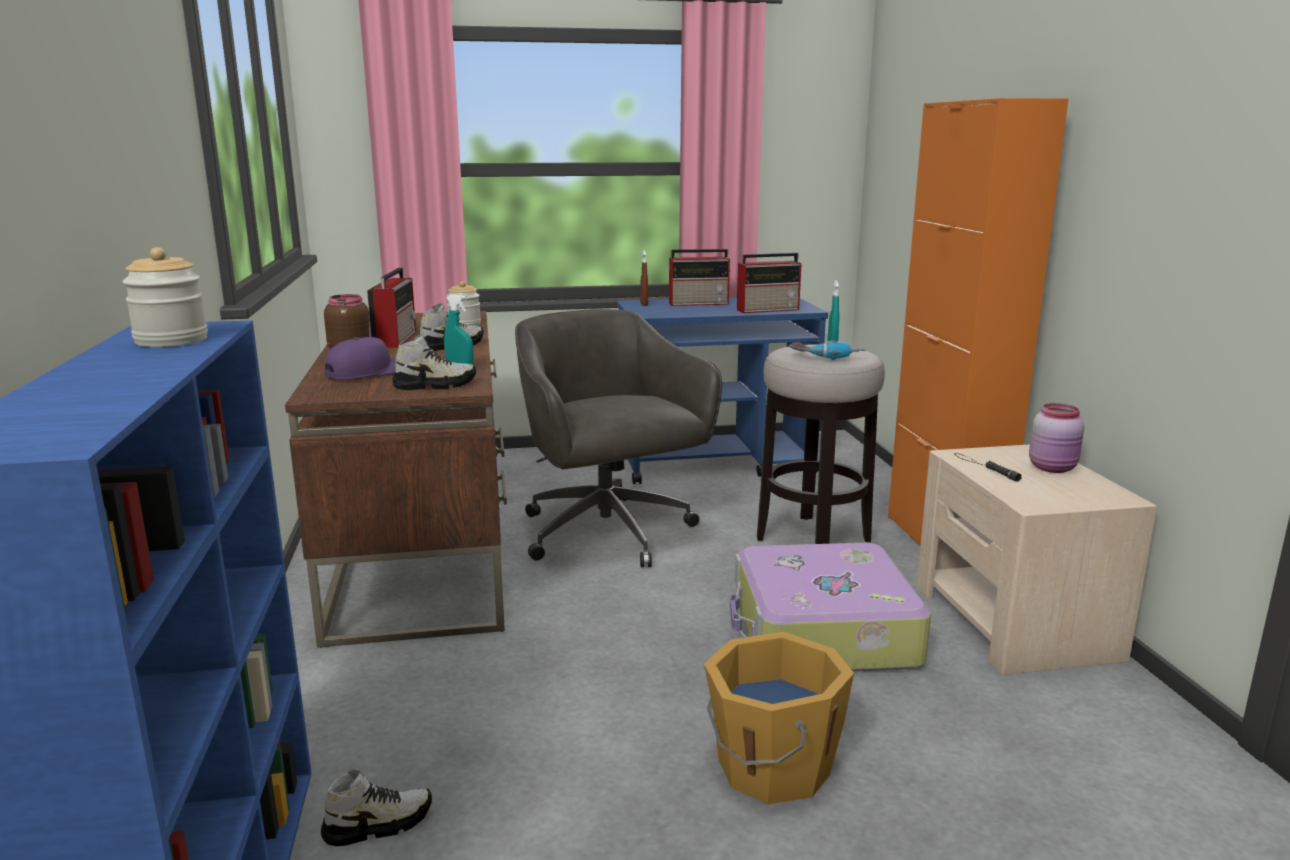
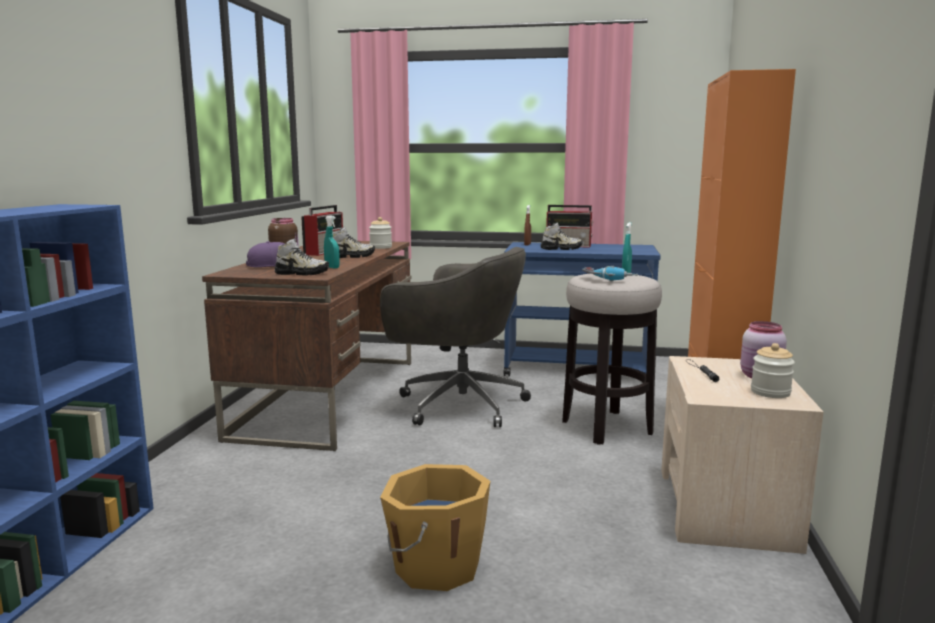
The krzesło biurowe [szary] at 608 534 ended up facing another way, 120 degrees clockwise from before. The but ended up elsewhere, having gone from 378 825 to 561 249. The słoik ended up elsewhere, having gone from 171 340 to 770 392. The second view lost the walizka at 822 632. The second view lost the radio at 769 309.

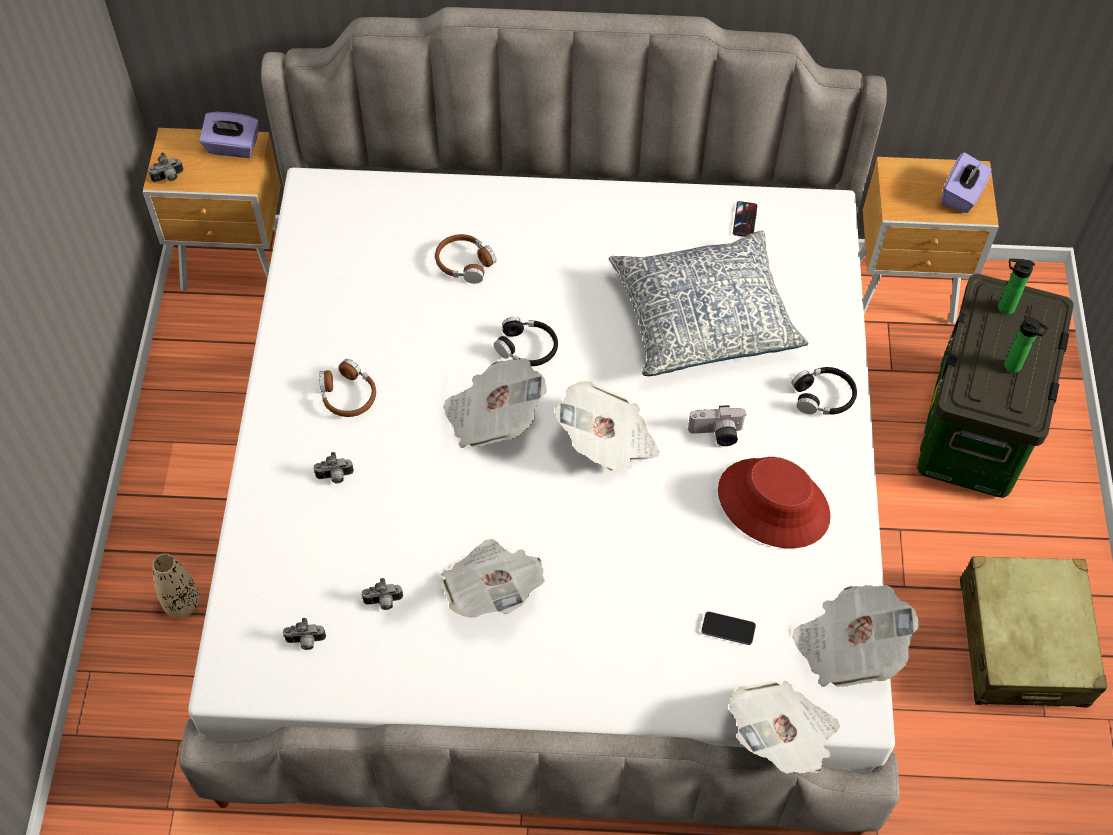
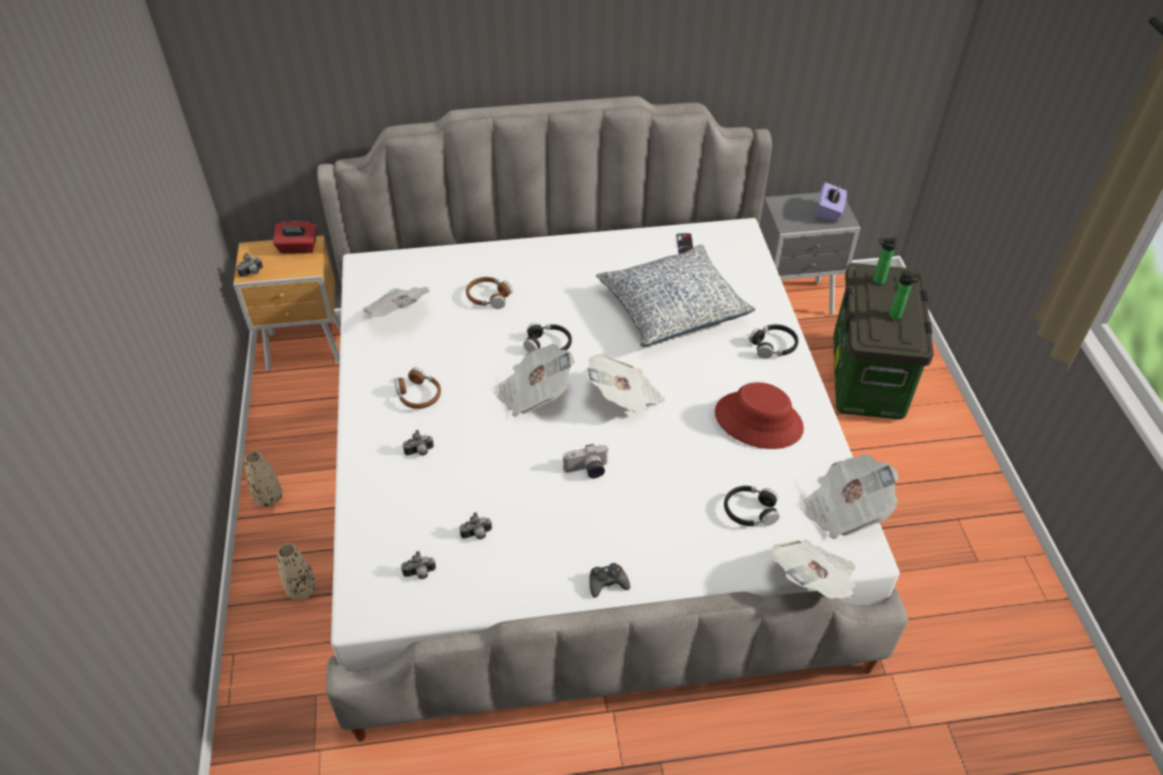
The second view gained the wazon [beżowy] at 269 498. What was the pudełko chusteczek [fioletowy] at 232 147 turned into the pudełko chusteczek [czerwony] at 298 248. The gazeta ended up elsewhere, having gone from 492 589 to 398 314. The aparat fotograficzny ended up elsewhere, having gone from 716 435 to 587 470. The second view gained the pad do gier [czarny] at 607 583. Where the telefon stood at 728 629, the słuchawki [czarny] came to stand at 750 511. What was the szafka nocna [brązowy] at 905 295 turned into the szafka nocna [szary] at 794 302. The second view lost the walizka [beżowy] at 1022 642.

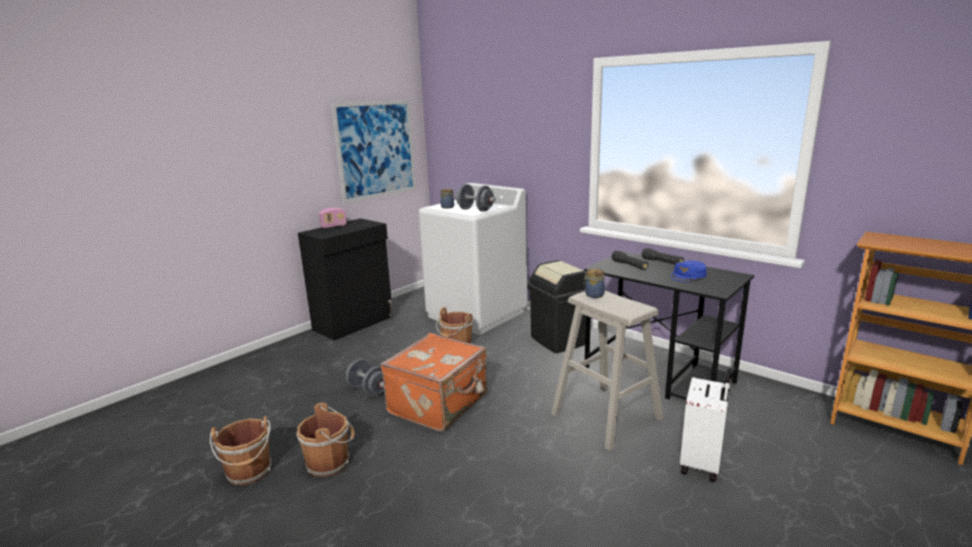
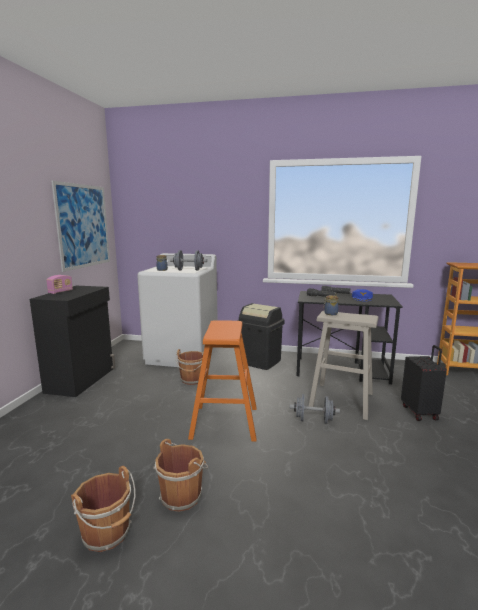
Where the walizka [pomarańczowy] stood at 439 404, the stołek [pomarańczowy] came to stand at 224 422. The hantel [szary] ended up elsewhere, having gone from 368 390 to 313 420. What was the walizka [biały] at 702 464 turned into the walizka [czarny] at 420 412.

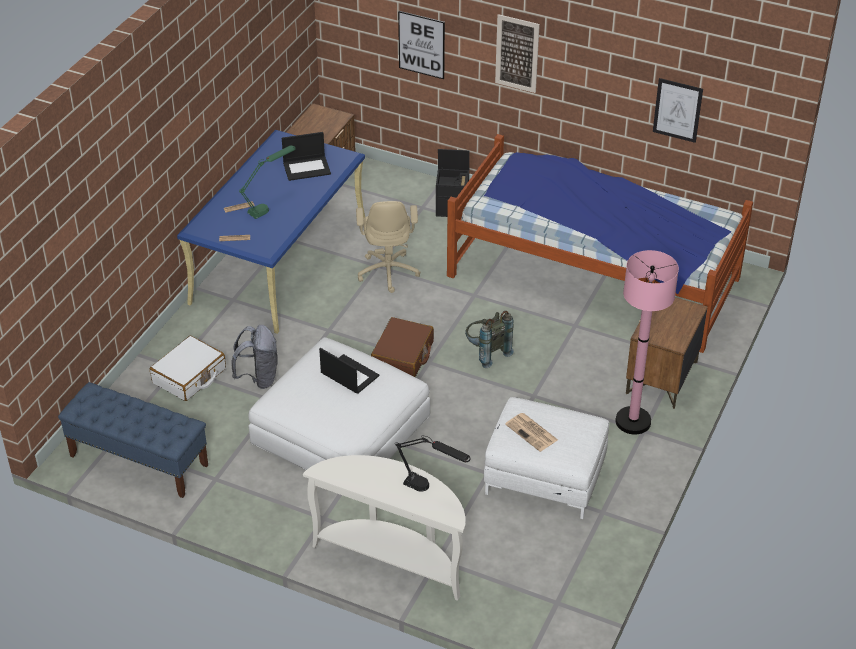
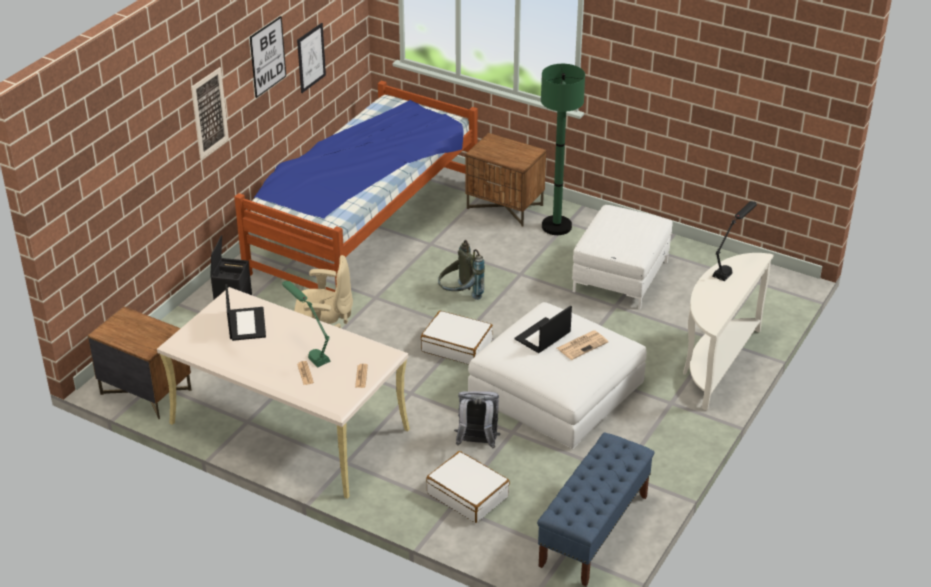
What was the biurko [niebieski] at 279 261 turned into the biurko [beżowy] at 288 426. The obraz ended up elsewhere, having gone from 421 44 to 267 56. What was the walizka [brązowy] at 403 356 turned into the walizka [biały] at 457 346. What was the lampa stojąca [różowy] at 633 421 turned into the lampa stojąca [zielony] at 556 226. The gazeta ended up elsewhere, having gone from 532 432 to 582 345.

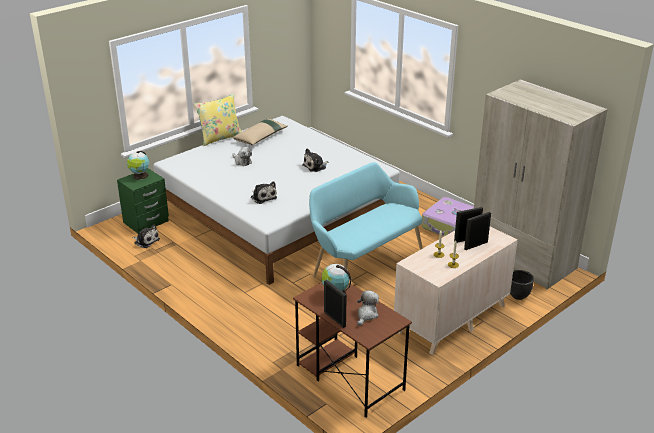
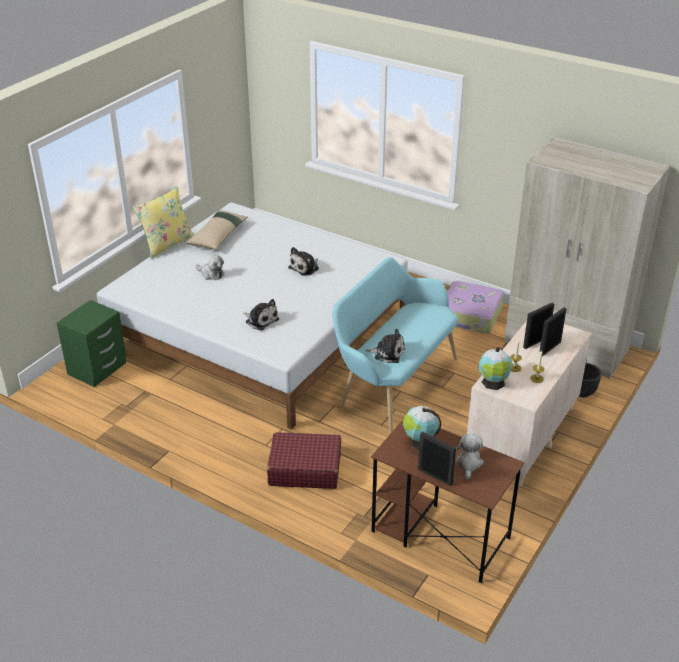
The second view gained the walizka [czerwony] at 304 469. The pluszak ended up elsewhere, having gone from 146 241 to 387 353. The globus ended up elsewhere, having gone from 140 176 to 493 383.

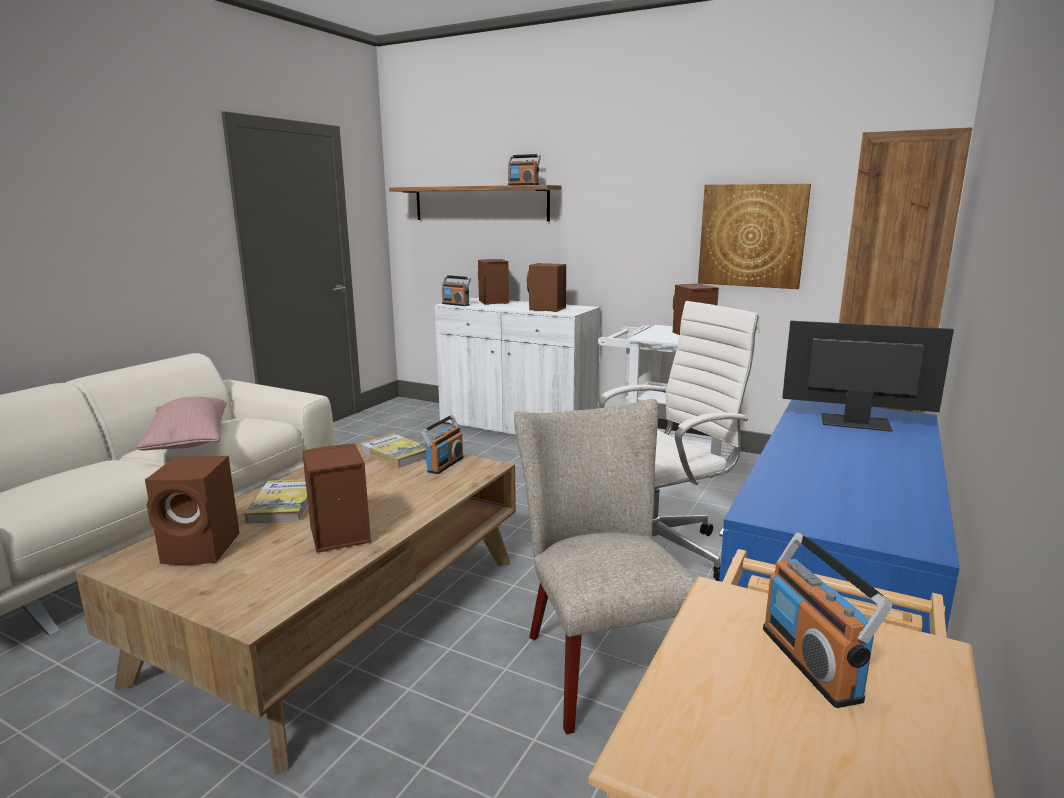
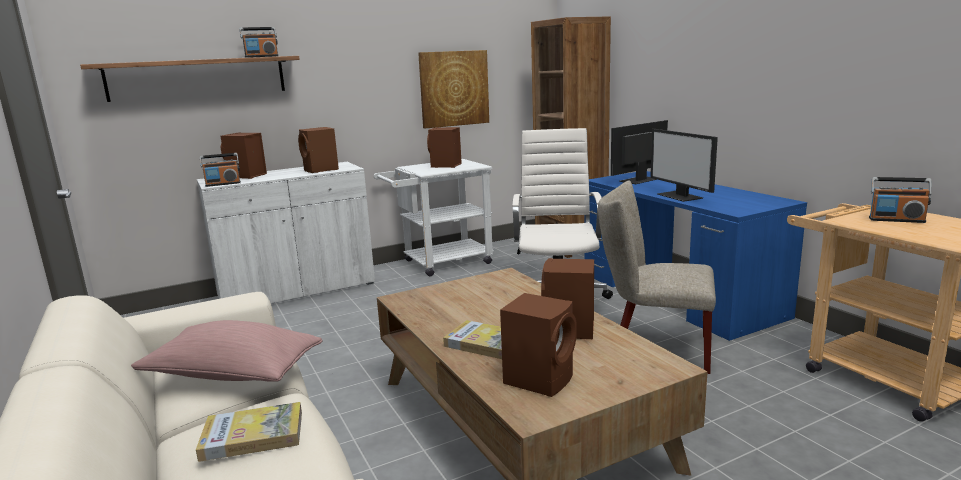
The książka ended up elsewhere, having gone from 395 454 to 253 435. The second view gained the monitor at 680 196. The second view lost the radio at 445 464.

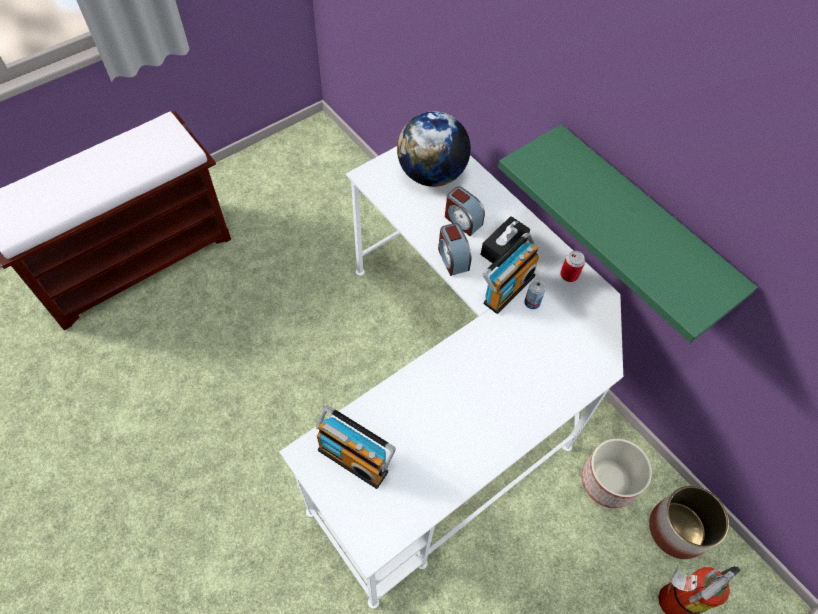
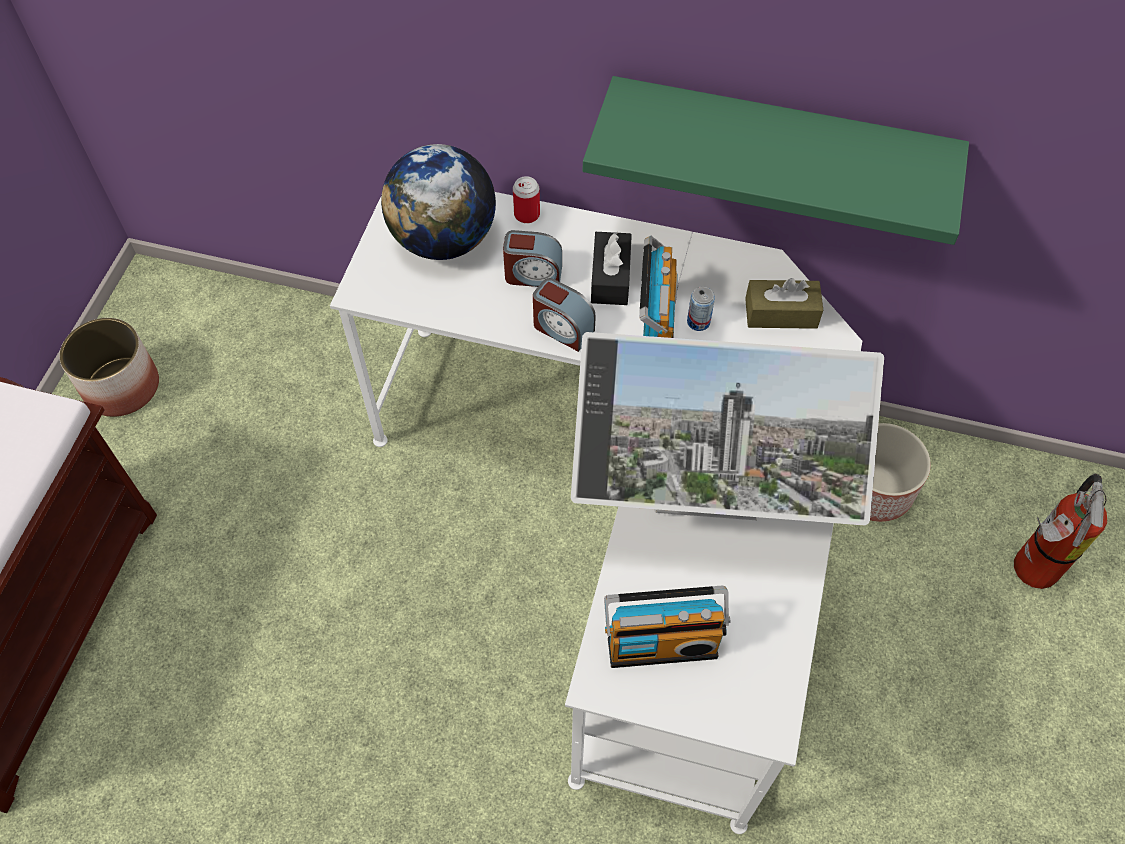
The donica ended up elsewhere, having gone from 677 528 to 122 386. The puszka ended up elsewhere, having gone from 569 275 to 527 214. The second view gained the monitor at 705 508. The second view gained the pudełko chusteczek [brązowy] at 781 313.

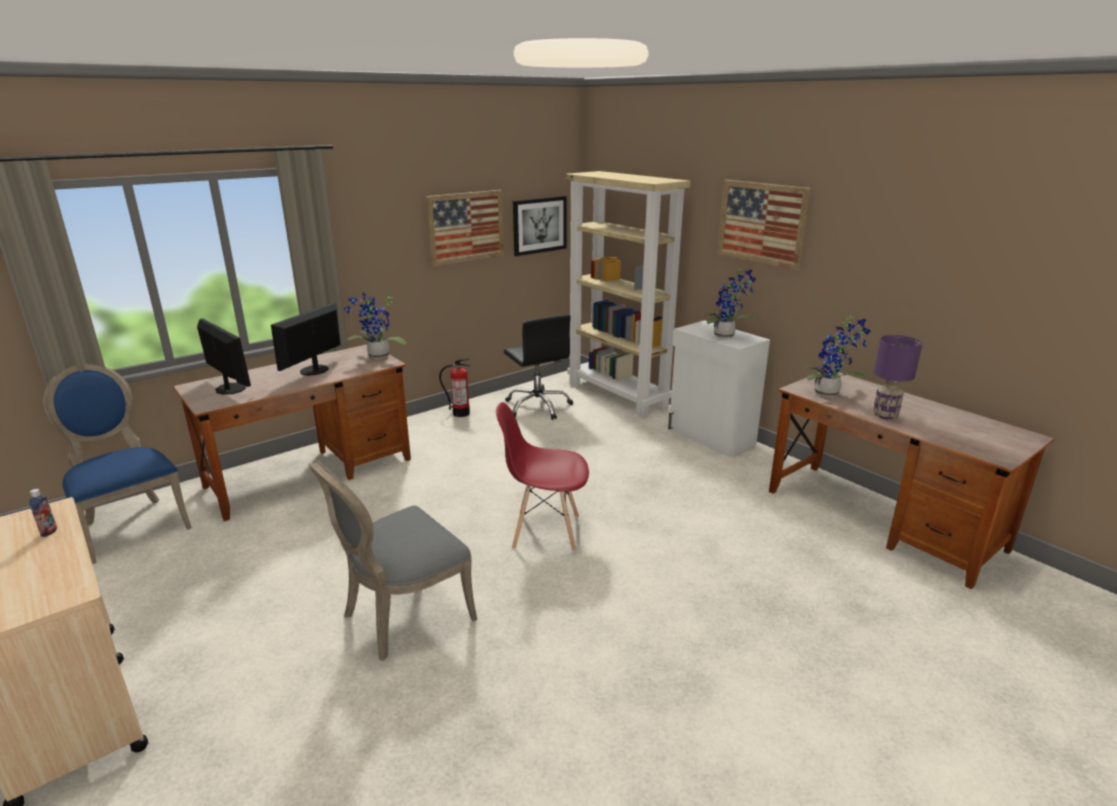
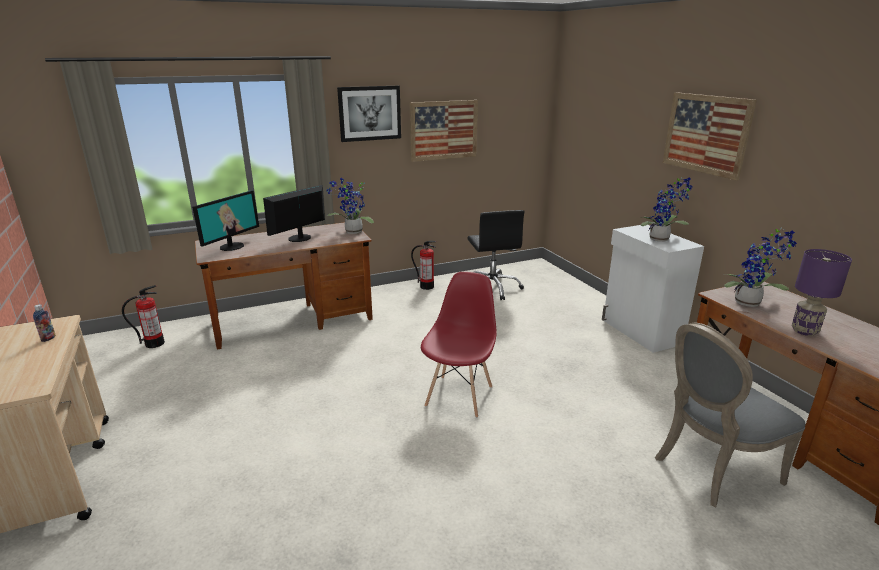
Where the krzesło [niebieski] stood at 131 526, the gaśnica came to stand at 154 343. The monitor at 229 389 ended up facing another way, 60 degrees clockwise from before. The obraz ended up elsewhere, having gone from 539 225 to 369 113. The krzesło [czerwony] at 545 531 ended up facing another way, 90 degrees clockwise from before. The krzesło [szary] ended up elsewhere, having gone from 402 616 to 710 469. The second view lost the regał [beżowy] at 618 395.

